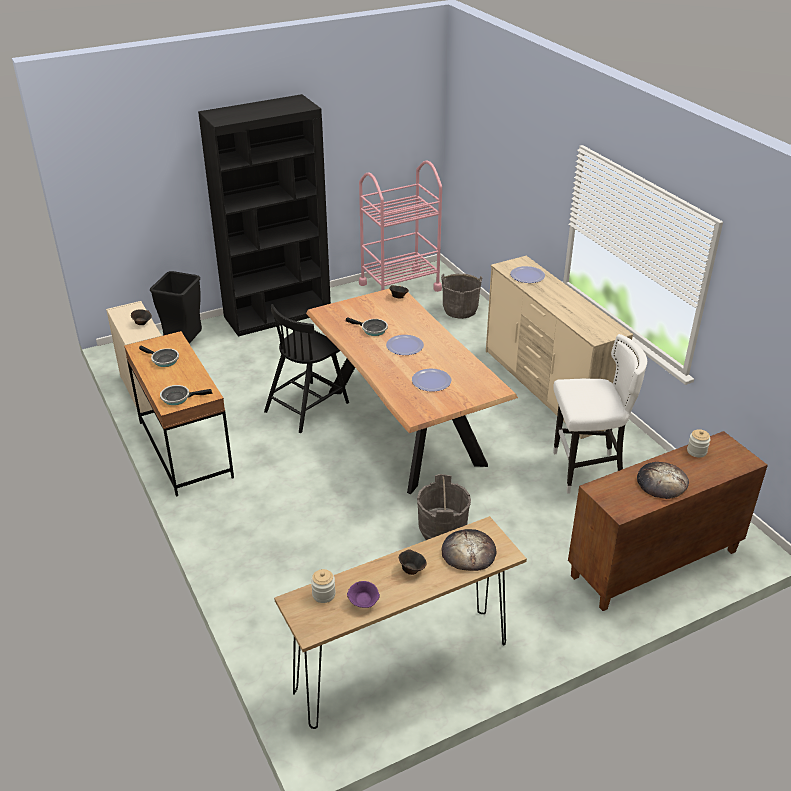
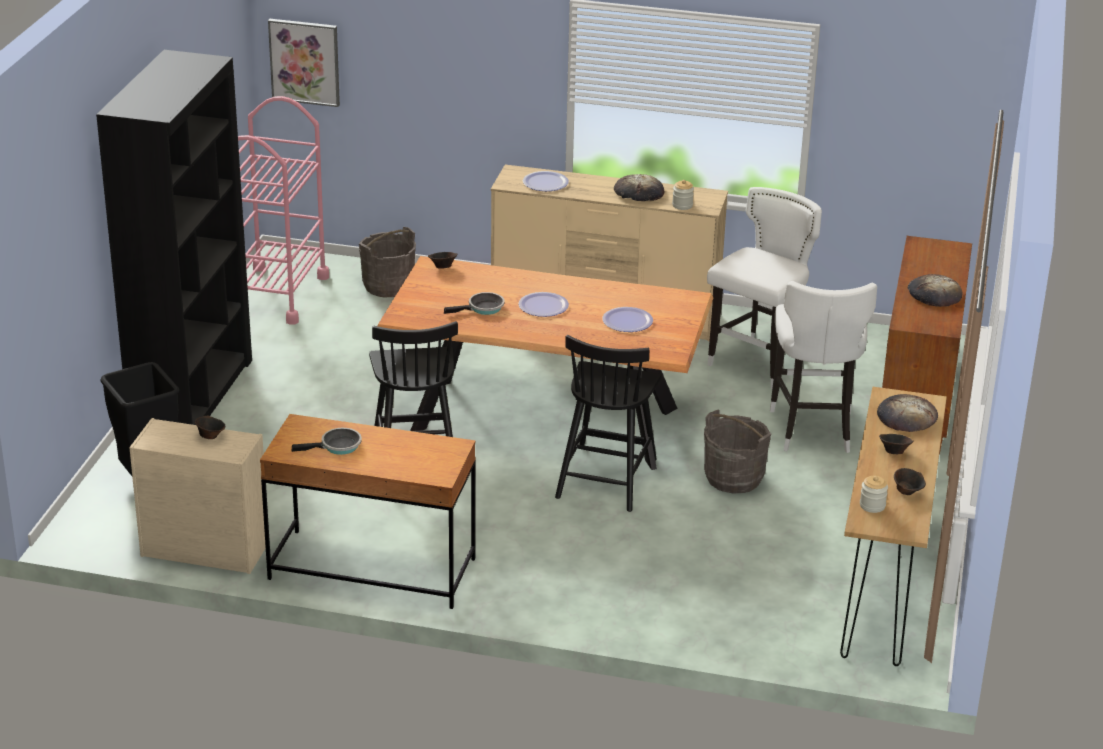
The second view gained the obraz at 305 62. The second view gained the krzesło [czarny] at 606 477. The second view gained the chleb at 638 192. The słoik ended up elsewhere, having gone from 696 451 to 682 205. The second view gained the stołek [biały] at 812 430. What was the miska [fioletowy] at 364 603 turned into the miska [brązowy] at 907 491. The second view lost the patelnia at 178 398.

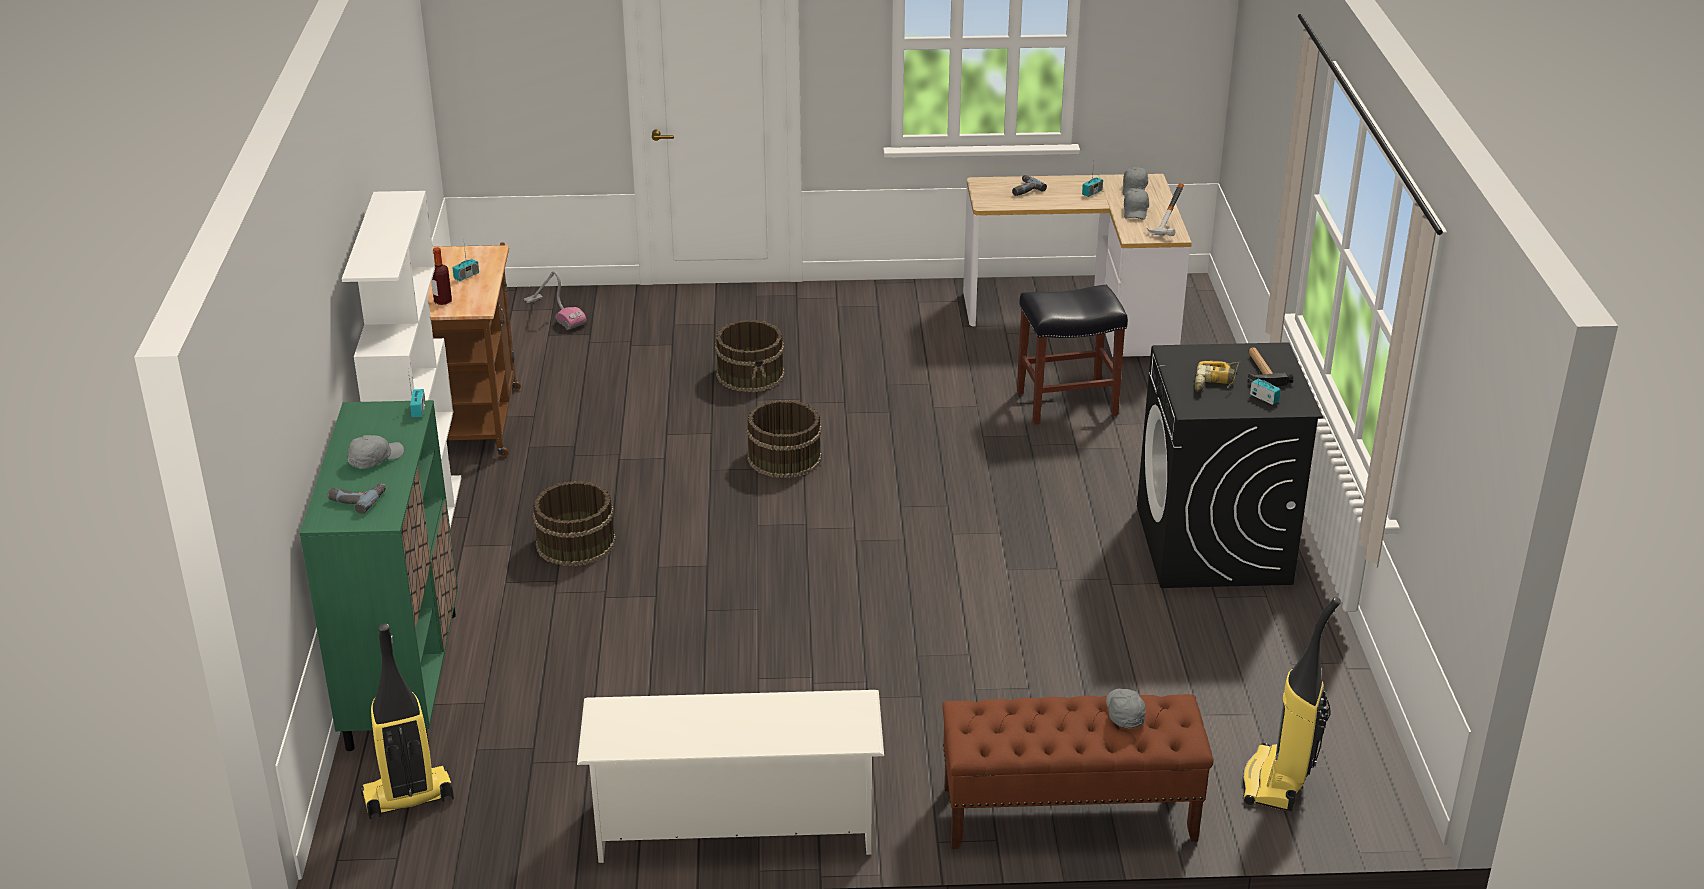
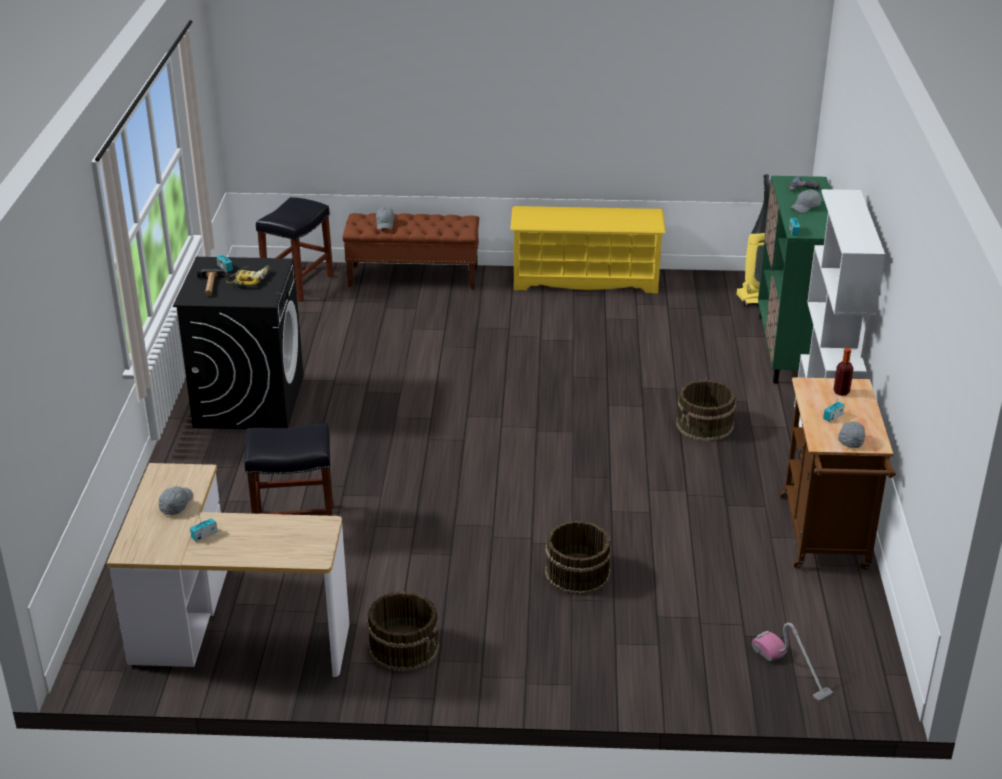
Where the odkurzacz stood at 1277 782, the stołek [czarny] came to stand at 298 283. The wiadro [brązowy] ended up elsewhere, having gone from 784 458 to 404 646. What was the regał na buty [biały] at 735 825 turned into the regał na buty [żółty] at 585 280. The czapka z daszkiem [szary] ended up elsewhere, having gone from 1134 189 to 851 439. The second view lost the wiertarka at 1023 189. The second view lost the młotek at 1171 229.

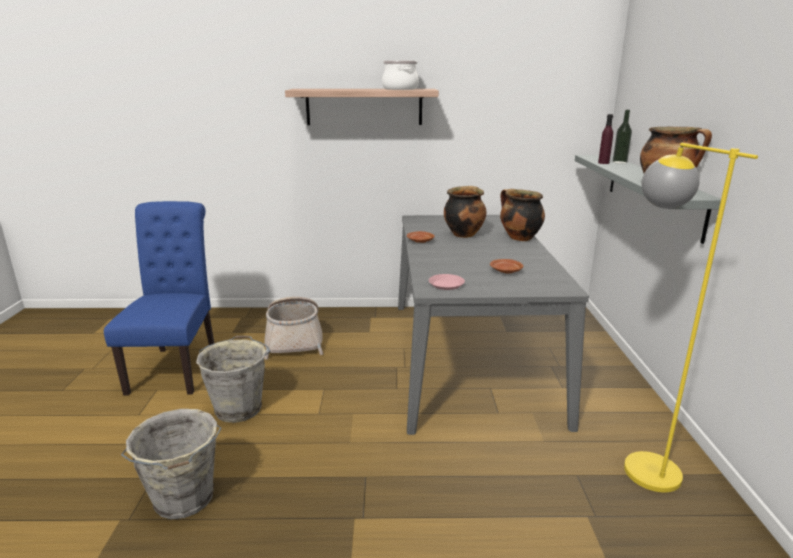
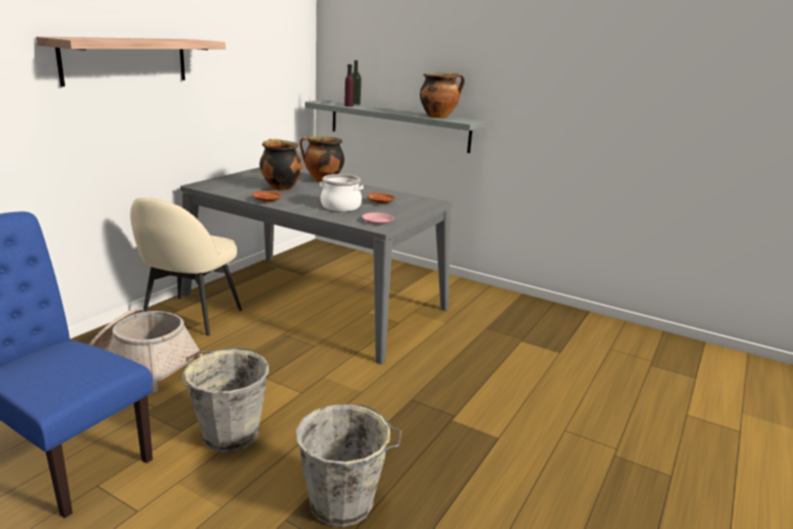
The second view gained the krzesło [beżowy] at 191 317. The garnek ended up elsewhere, having gone from 399 89 to 340 207. The second view lost the lampa stojąca [żółty] at 638 460.

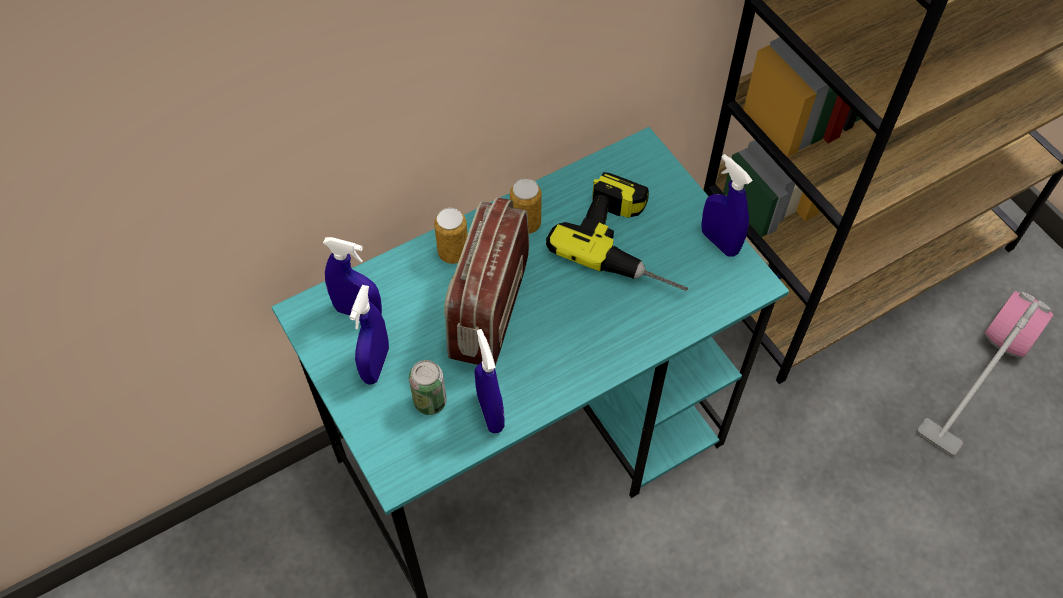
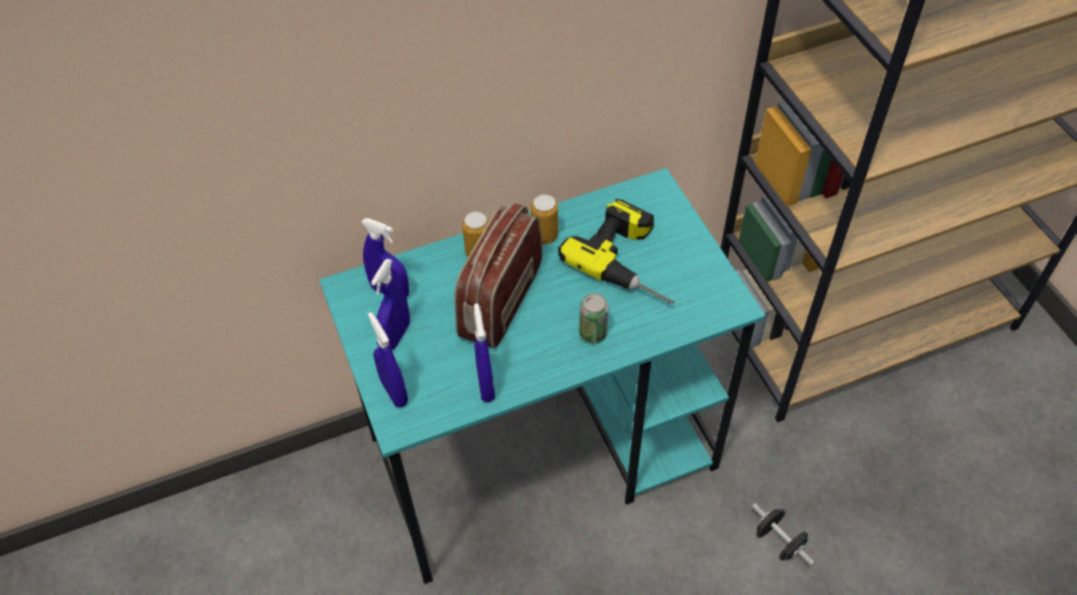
The spryskiwacz [niebieski] ended up elsewhere, having gone from 719 242 to 394 392. The puszka ended up elsewhere, having gone from 430 401 to 593 333. The second view gained the hantel [czarny] at 778 542. The second view lost the odkurzacz at 981 376.

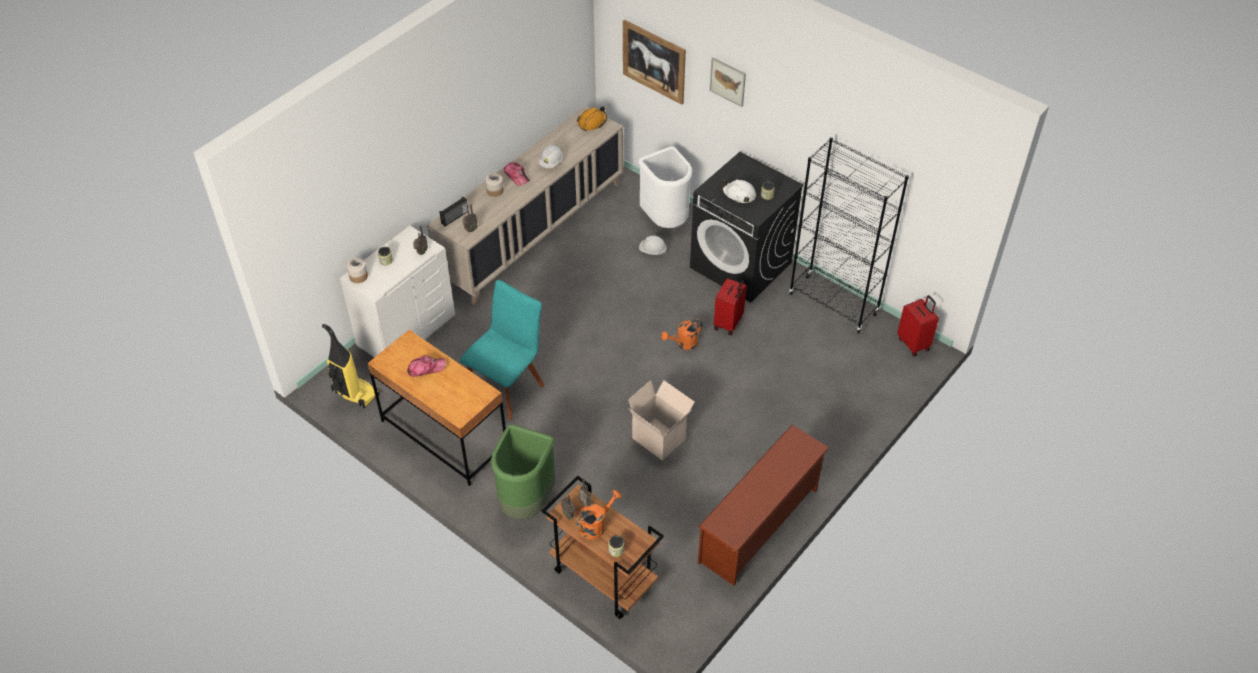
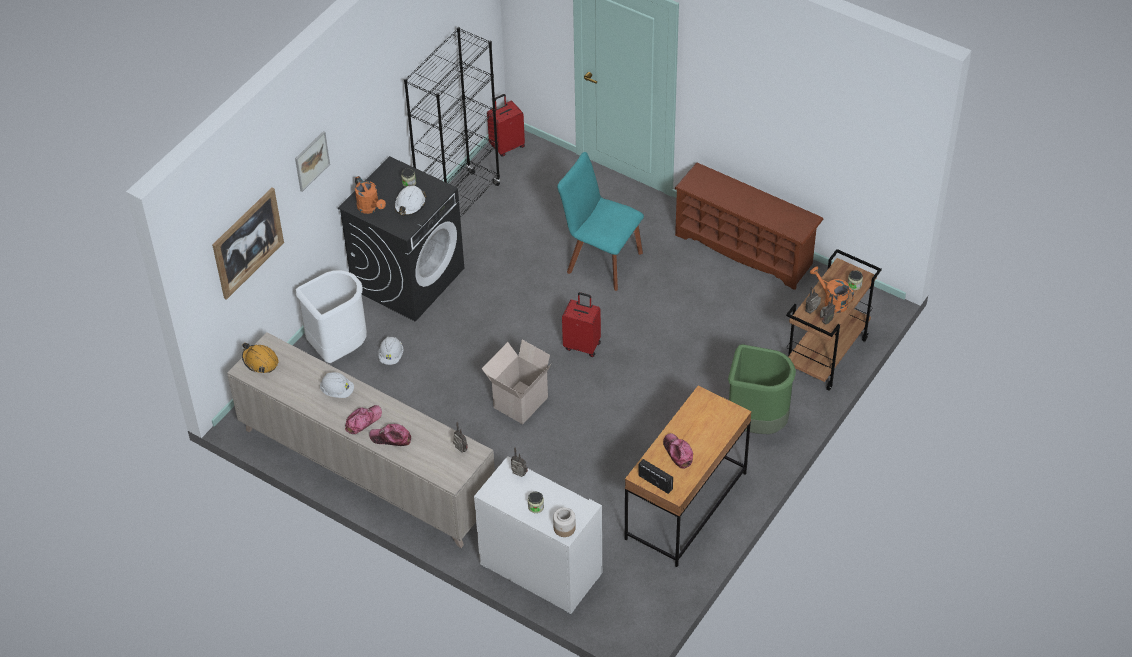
The konewka [pomarańczowy] ended up elsewhere, having gone from 683 344 to 370 208. Where the słoik stood at 495 191, the czapka z daszkiem came to stand at 391 438. The karton ended up elsewhere, having gone from 660 438 to 520 401. The krzesło [turkusowy] ended up elsewhere, having gone from 507 386 to 601 260. The walizka [czerwony] ended up elsewhere, having gone from 729 323 to 582 345. The radio ended up elsewhere, having gone from 455 218 to 656 482. The second view lost the odkurzacz at 354 393.

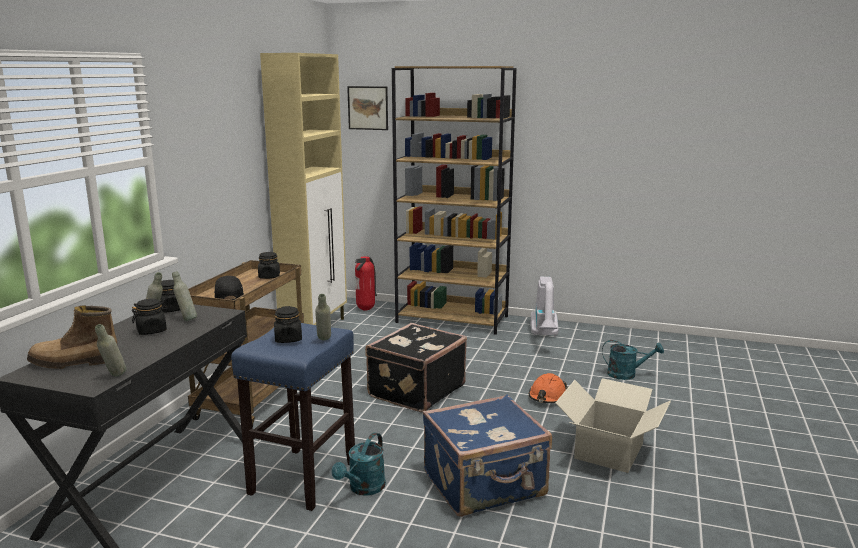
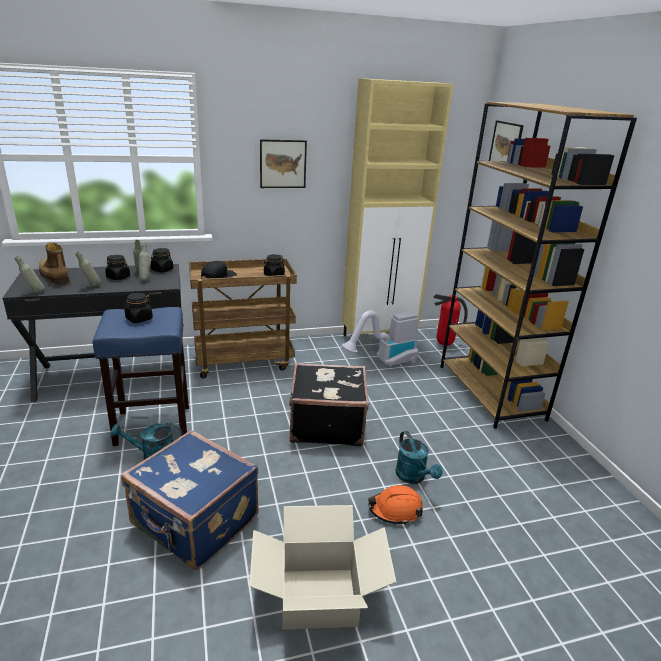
The butelka [szary] ended up elsewhere, having gone from 324 341 to 91 286. The second view gained the obraz at 283 164. The odkurzacz ended up elsewhere, having gone from 545 336 to 384 362. The konewka [turkusowy] ended up elsewhere, having gone from 627 374 to 413 477.

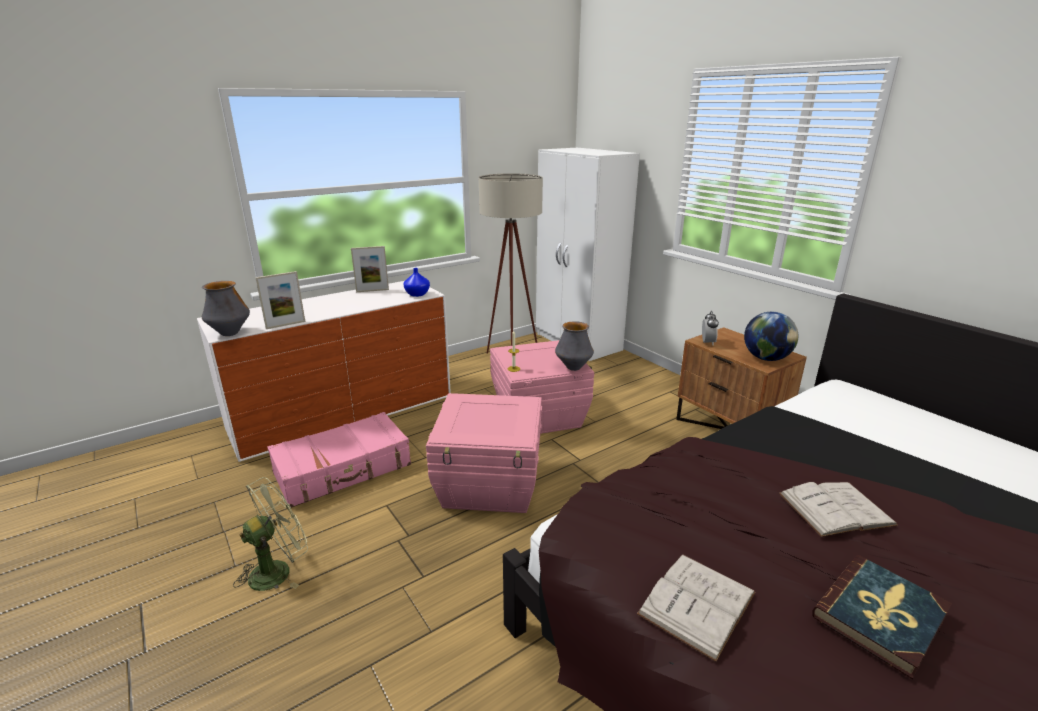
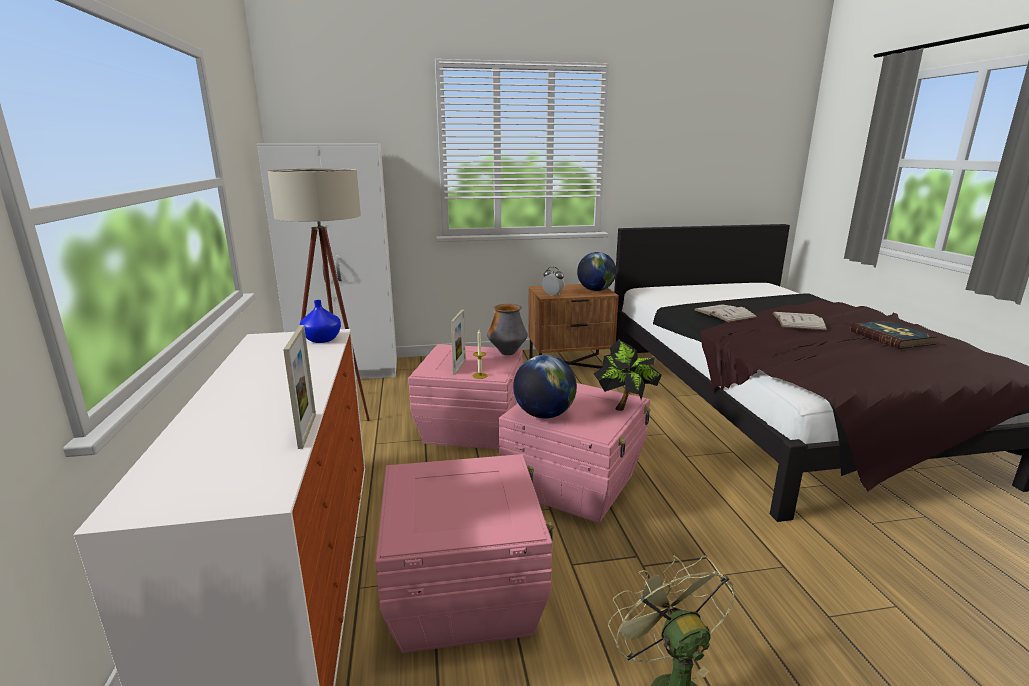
Where the walizka [różowy] stood at 343 469, the pojemnik do przechowywania [różowy] came to stand at 465 593. The ramka na zdjęcie ended up elsewhere, having gone from 372 290 to 459 367. The second view gained the globus at 544 415. The second view gained the roślina doniczkowa at 625 406. The książka [biały] ended up elsewhere, having gone from 697 603 to 724 313. The second view lost the wazon at 230 333.

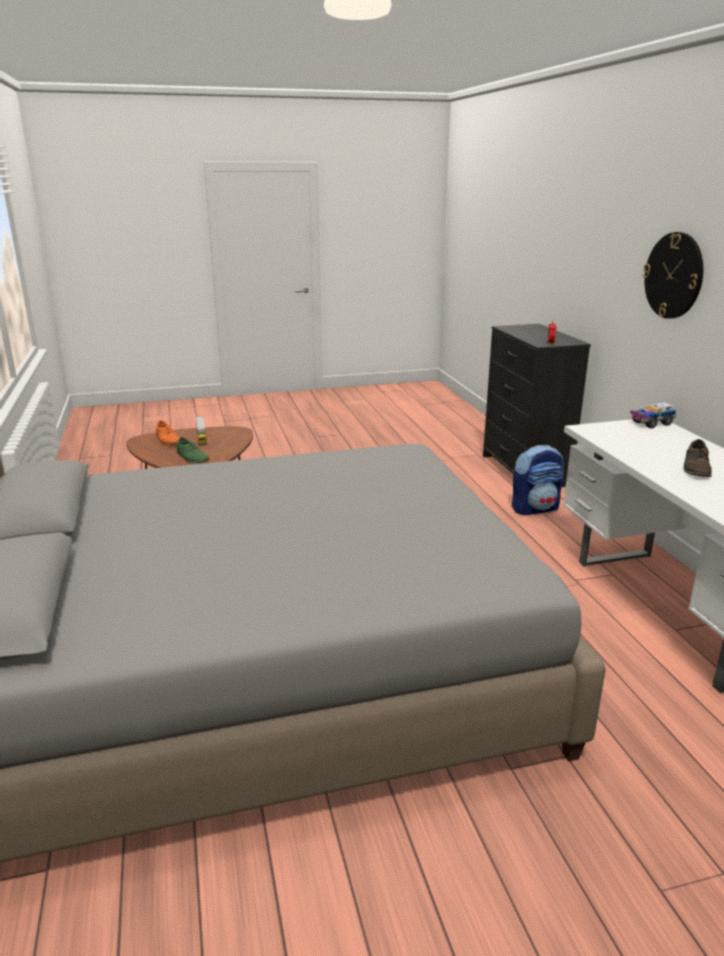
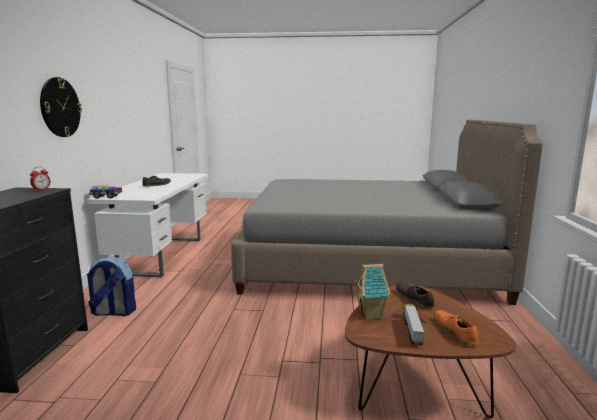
The second view gained the domek at 371 315. What was the but [zielony] at 192 458 turned into the but [brązowy] at 414 299.

